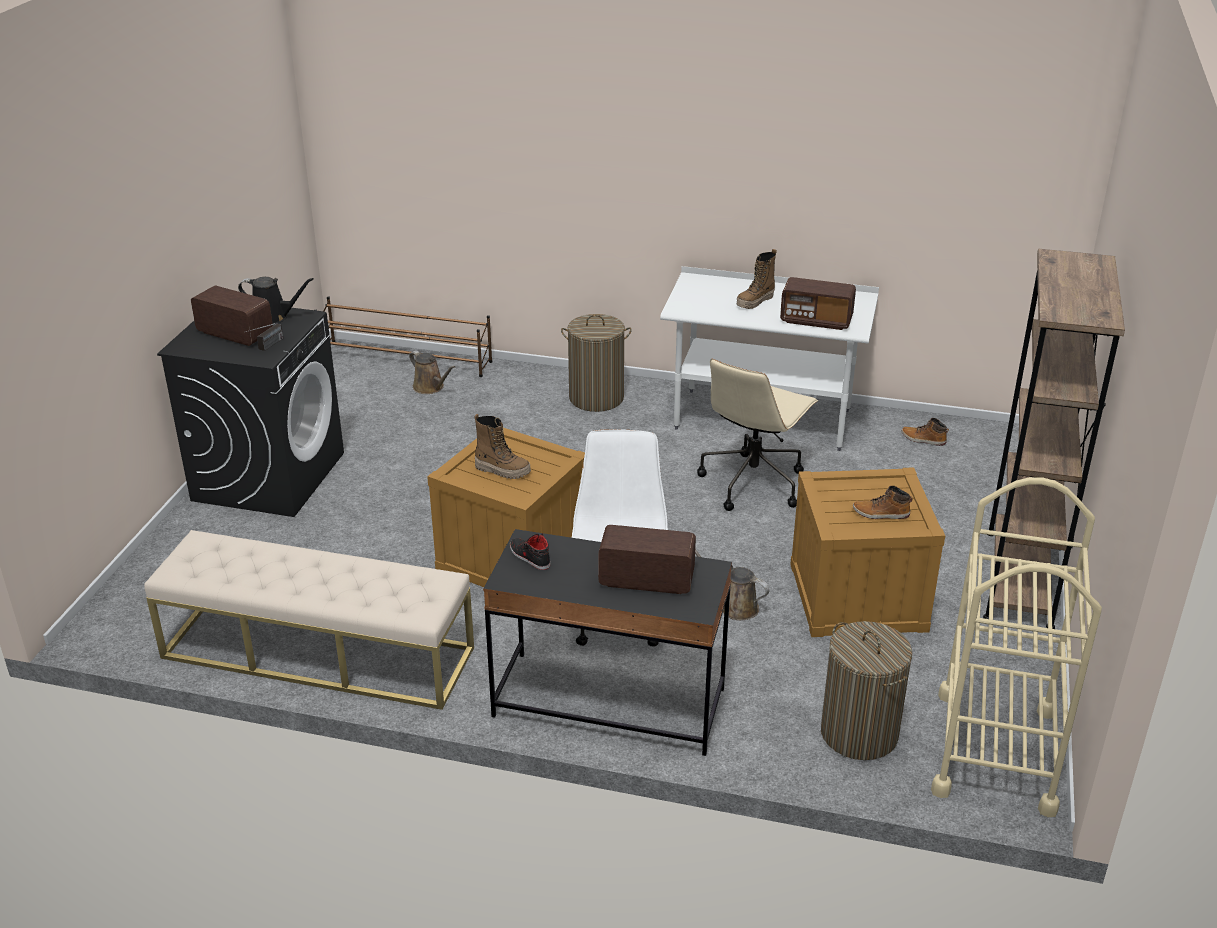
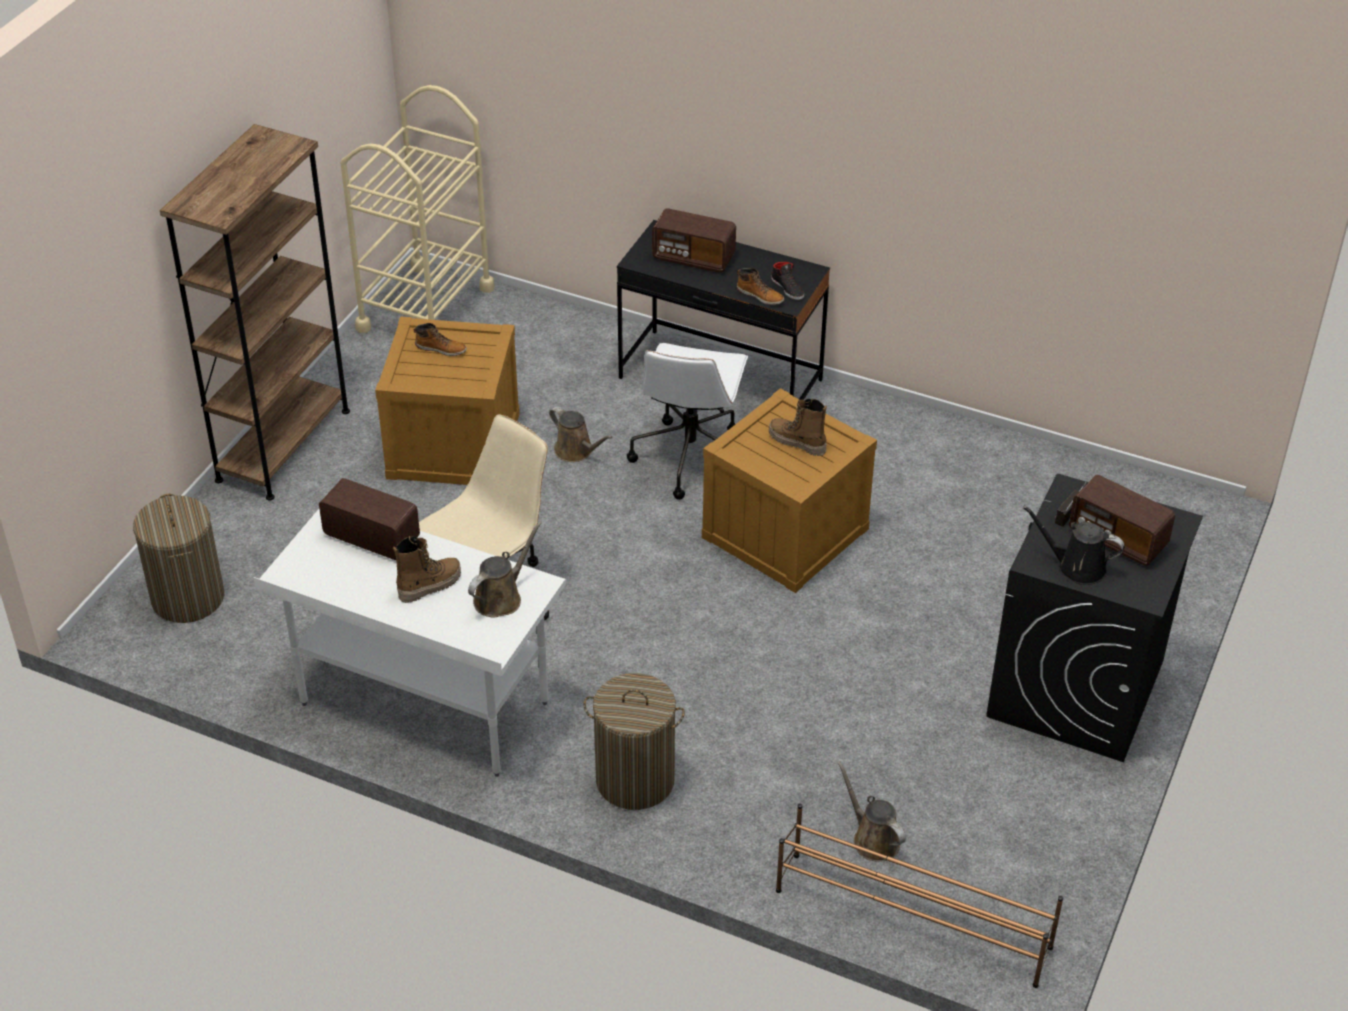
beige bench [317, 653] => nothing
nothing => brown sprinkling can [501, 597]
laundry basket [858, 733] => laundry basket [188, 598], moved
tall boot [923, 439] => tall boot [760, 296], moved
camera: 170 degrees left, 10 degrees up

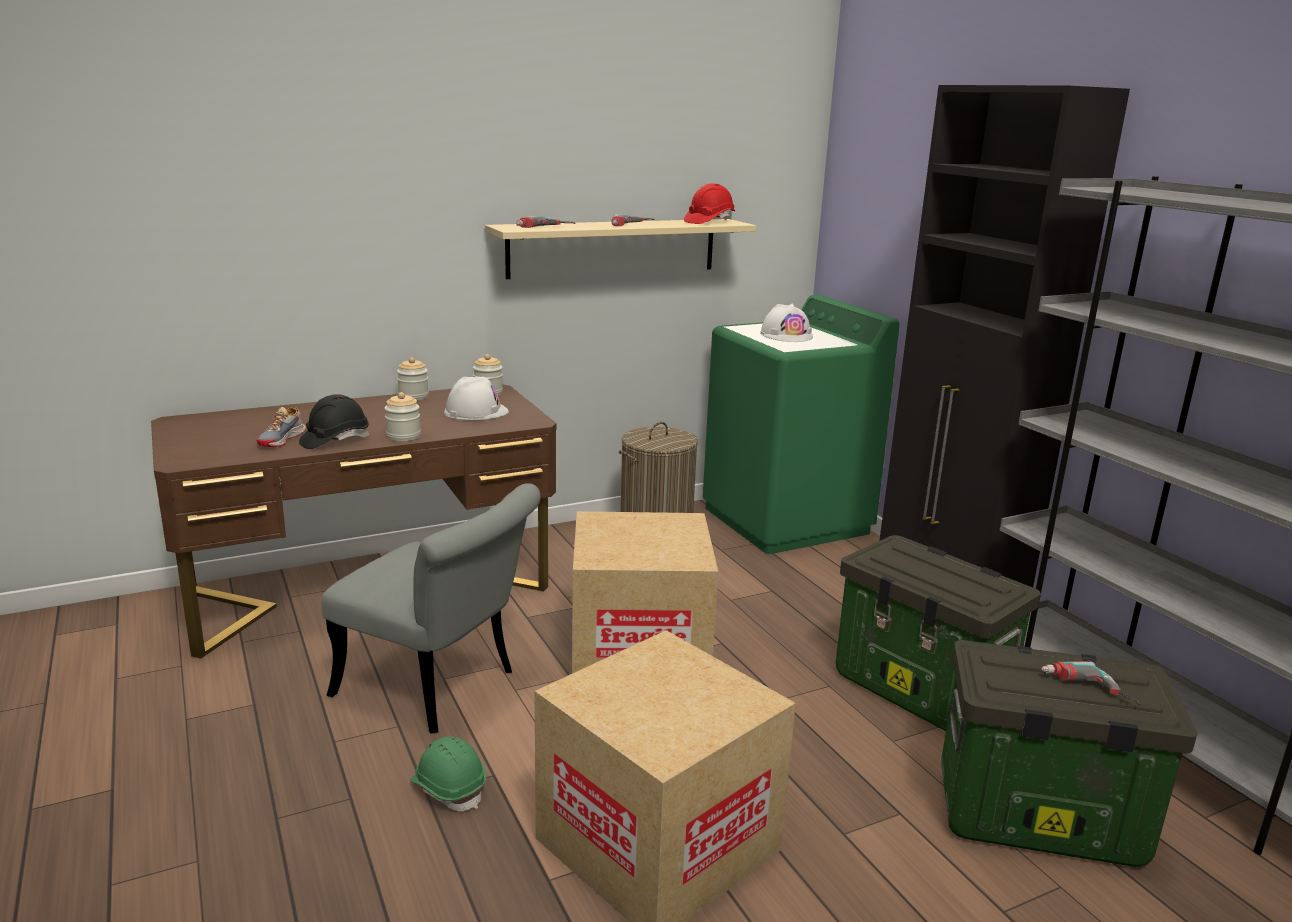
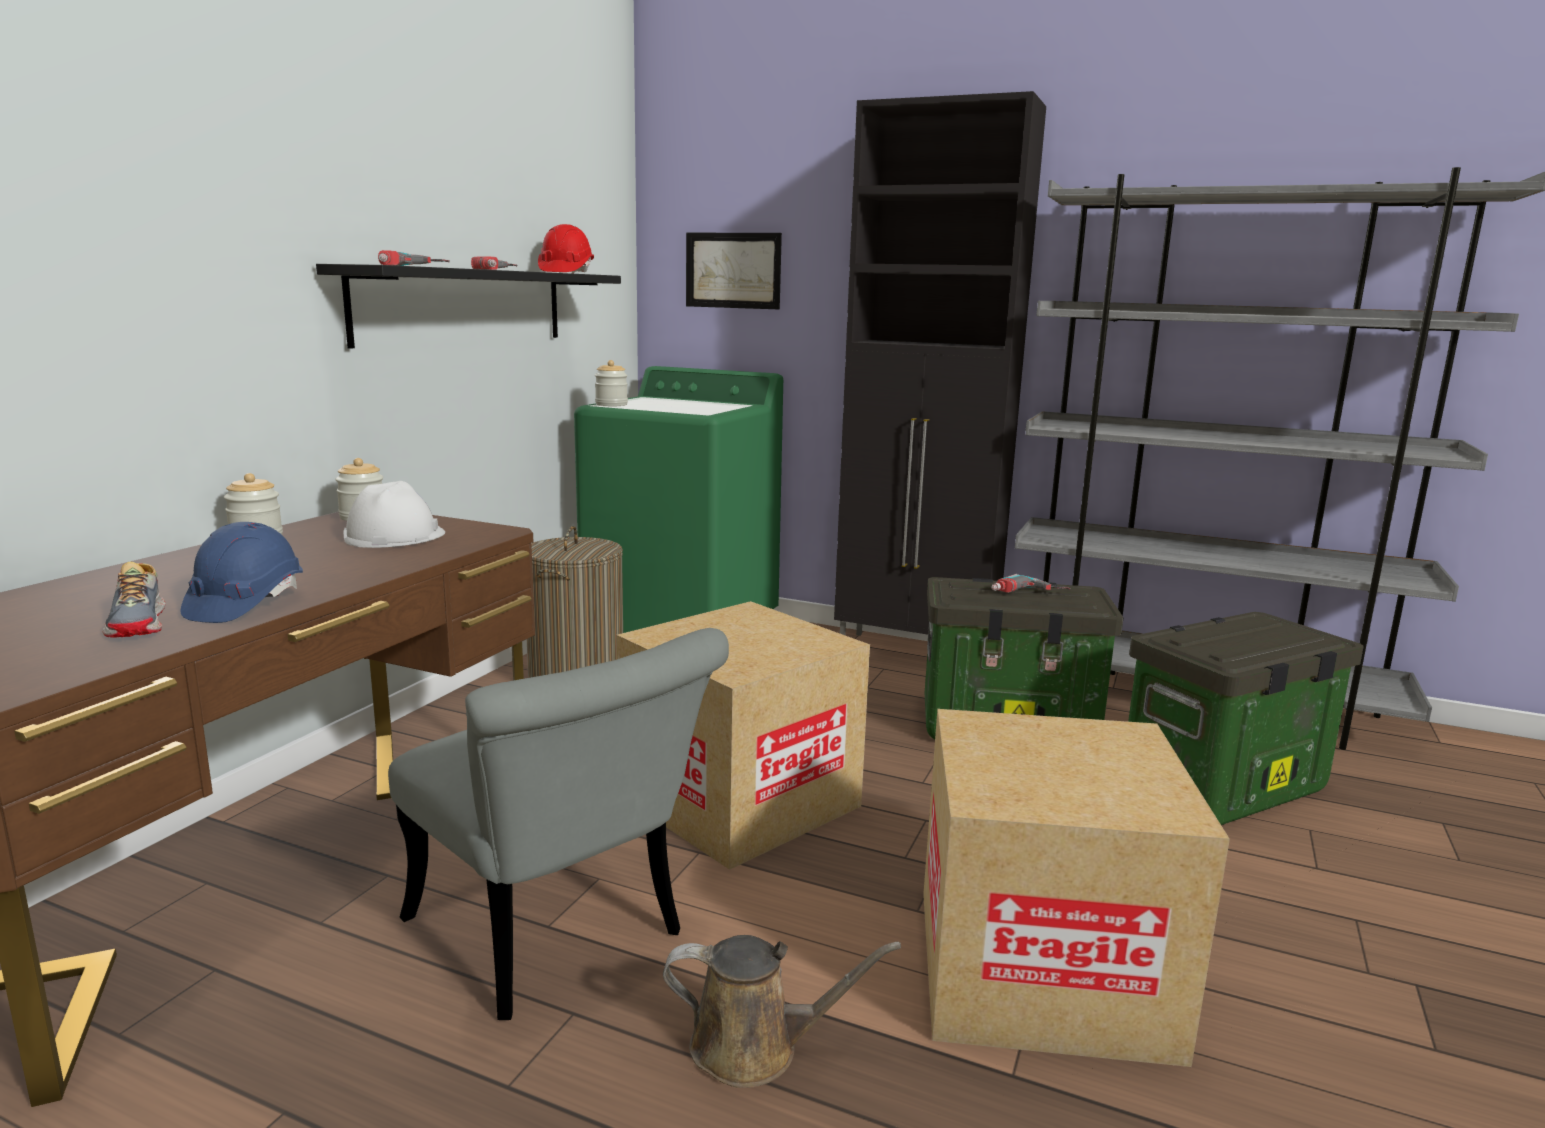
white hard hat [786, 335] => nothing
nothing => picture [733, 270]
jar [403, 436] => jar [611, 404], moved
power drill [1086, 690] => power drill [1028, 593], moved
green hard hat [449, 788] => brown sprinkling can [755, 1048]
blackish hard hat [335, 440] => bluish hard hat [245, 604]
beige bracket shelf [613, 247] => blackish bracket shelf [464, 306]
gray chair [439, 688] => gray chair [560, 939], 60 degrees clockwise
camera: 40 degrees left, 5 degrees down

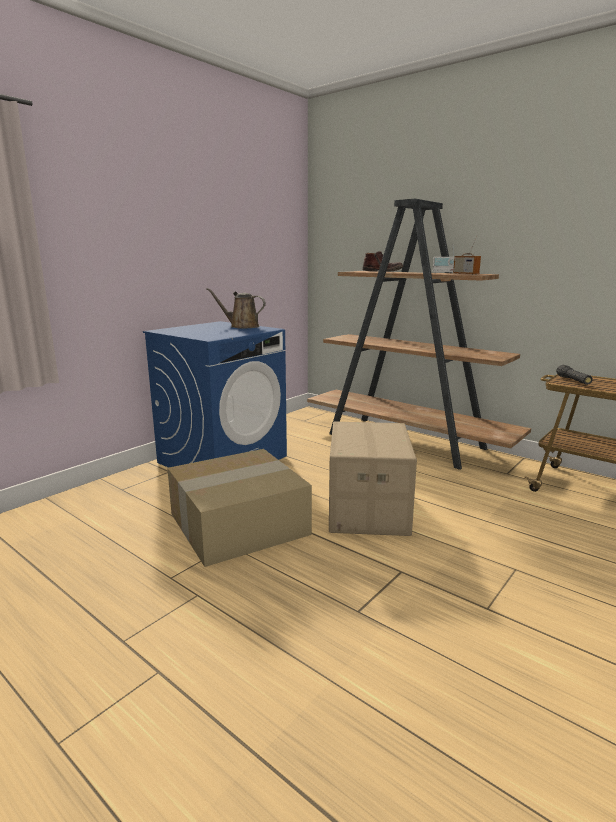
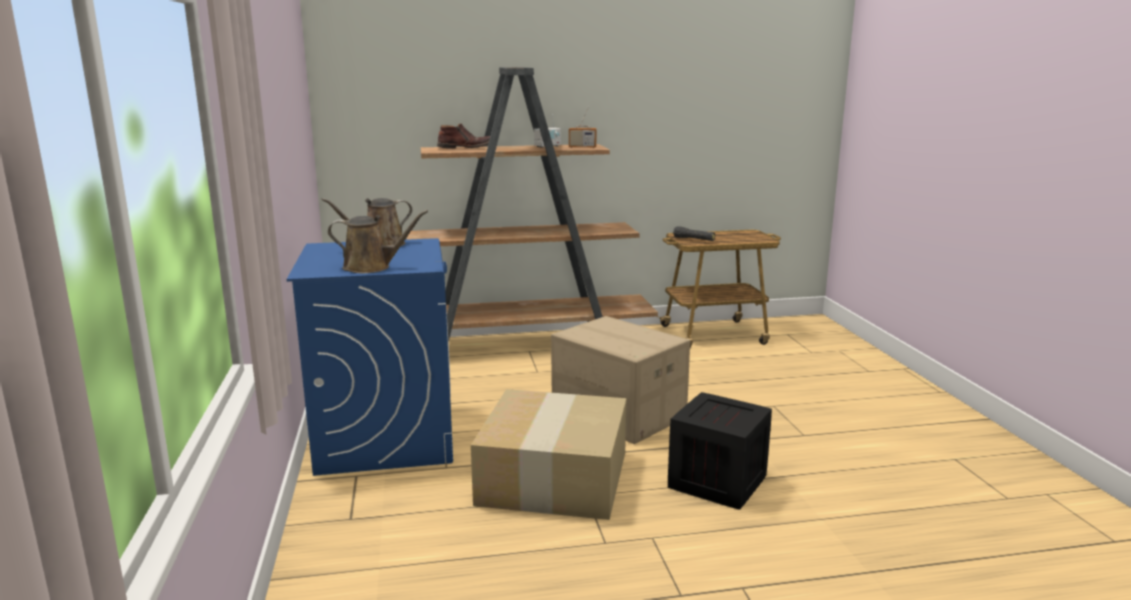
nothing => brown sprinkling can [371, 267]
nothing => shipping crate [716, 481]
camera: 50 degrees left, 0 degrees up

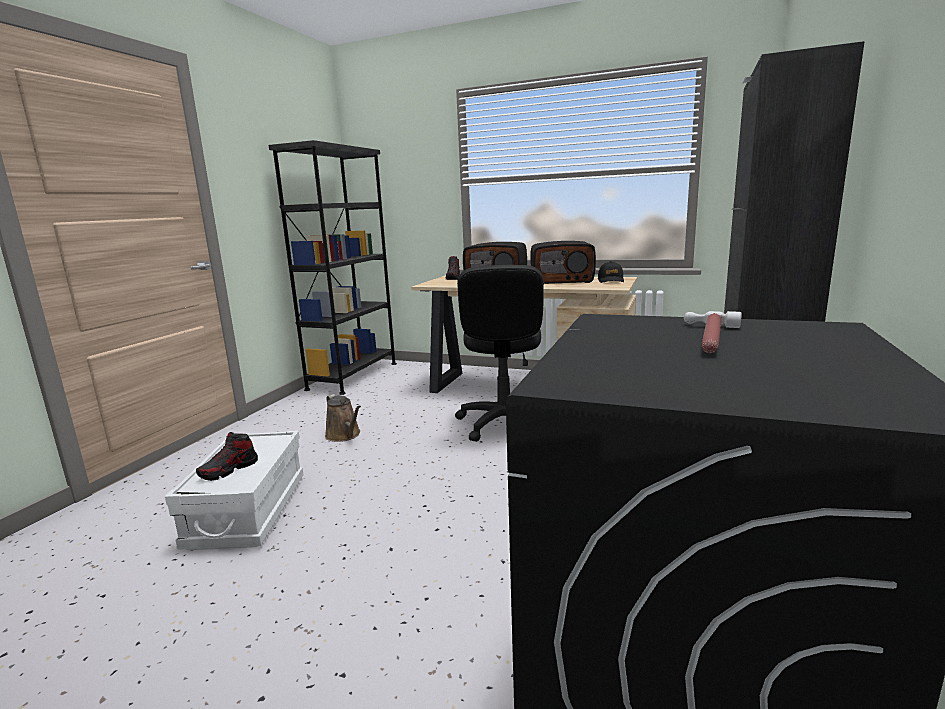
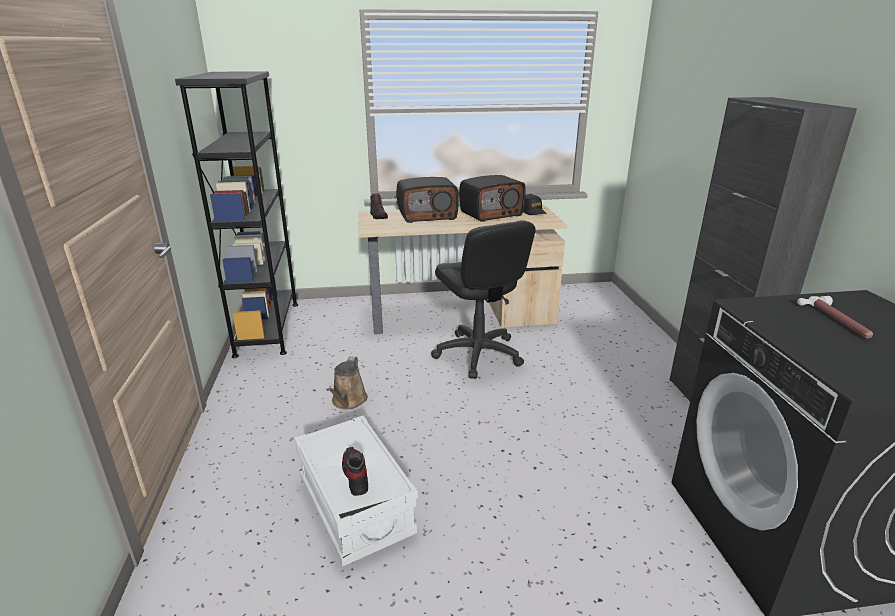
shoe [229, 470] => shoe [355, 476], 150 degrees clockwise
brown sprinkling can [344, 435] => brown sprinkling can [348, 401], 75 degrees clockwise
camera: 30 degrees left, 10 degrees up

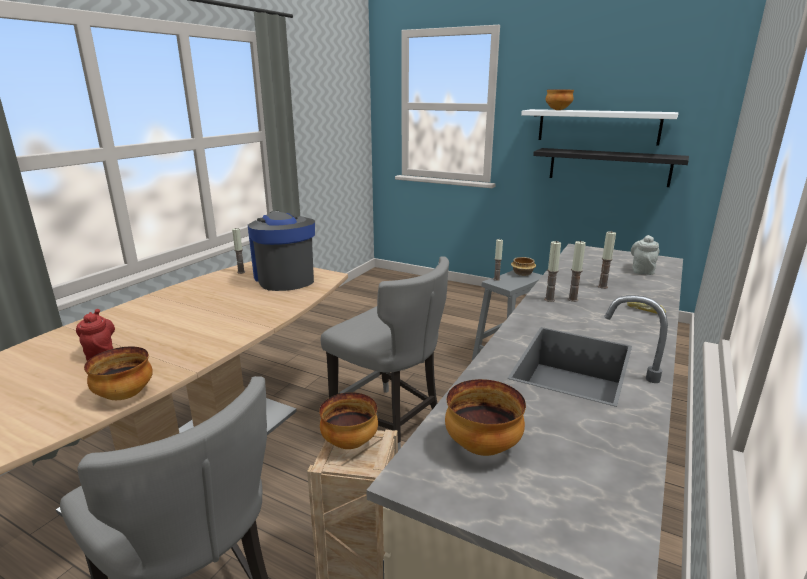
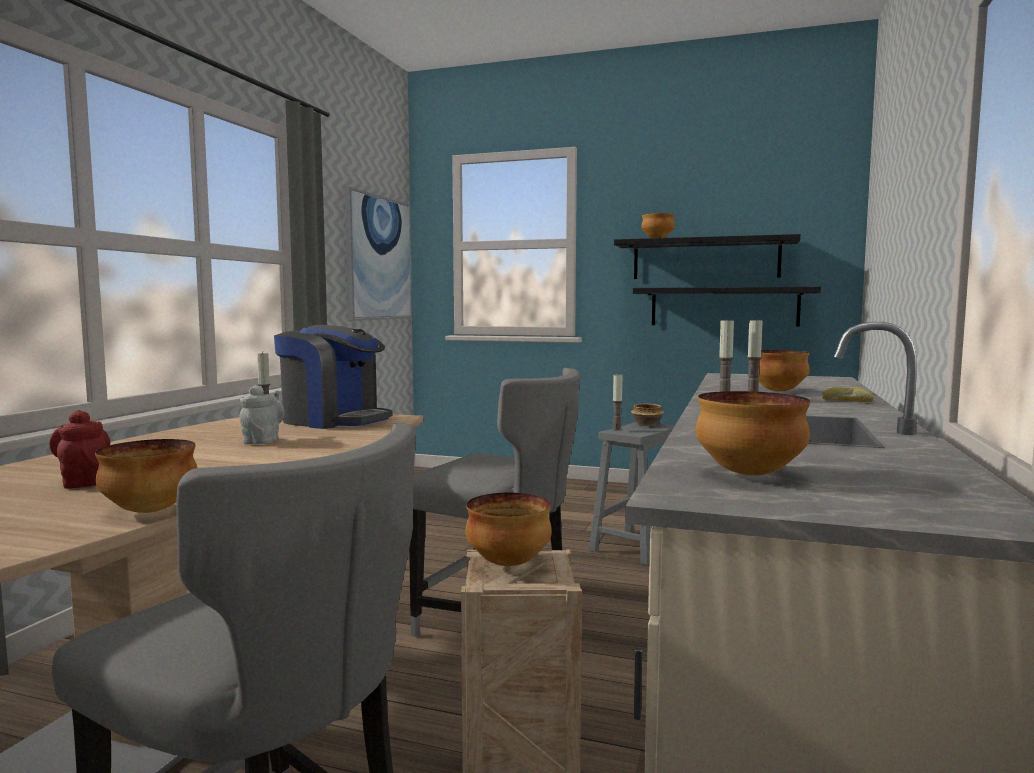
nothing => picture [378, 258]
gray teapot [642, 270] => gray teapot [263, 441], moved
wax candle [602, 286] => serving bowl [779, 391]
white bracket shelf [598, 126] => blackish bracket shelf [705, 259]
coffee maker [284, 278] => coffee maker [334, 420], 150 degrees clockwise
camera: 10 degrees left, 15 degrees down

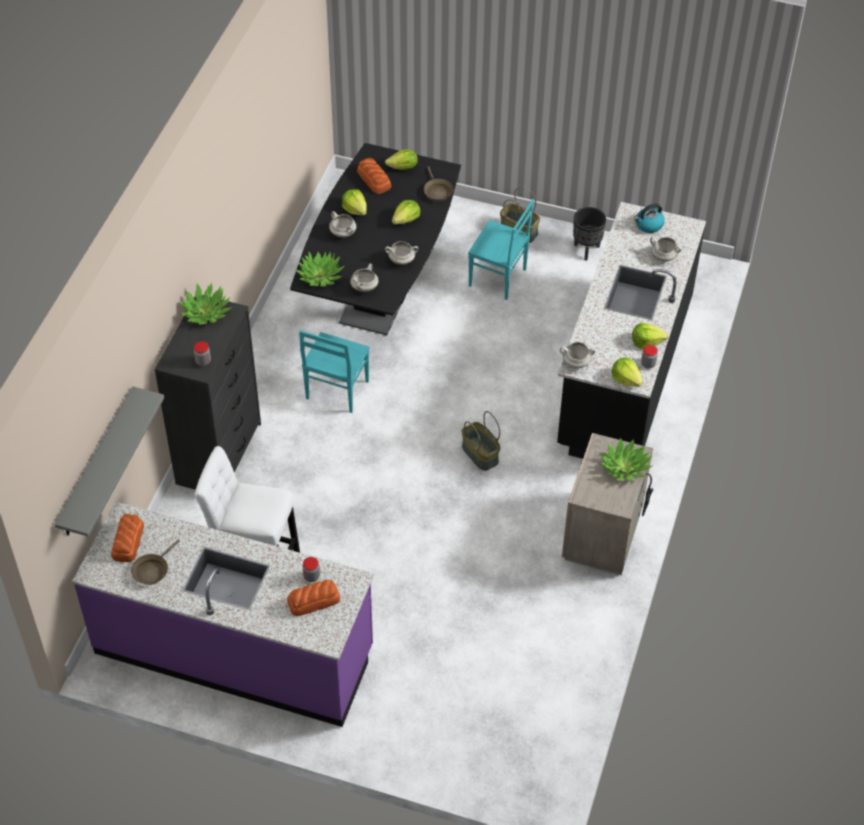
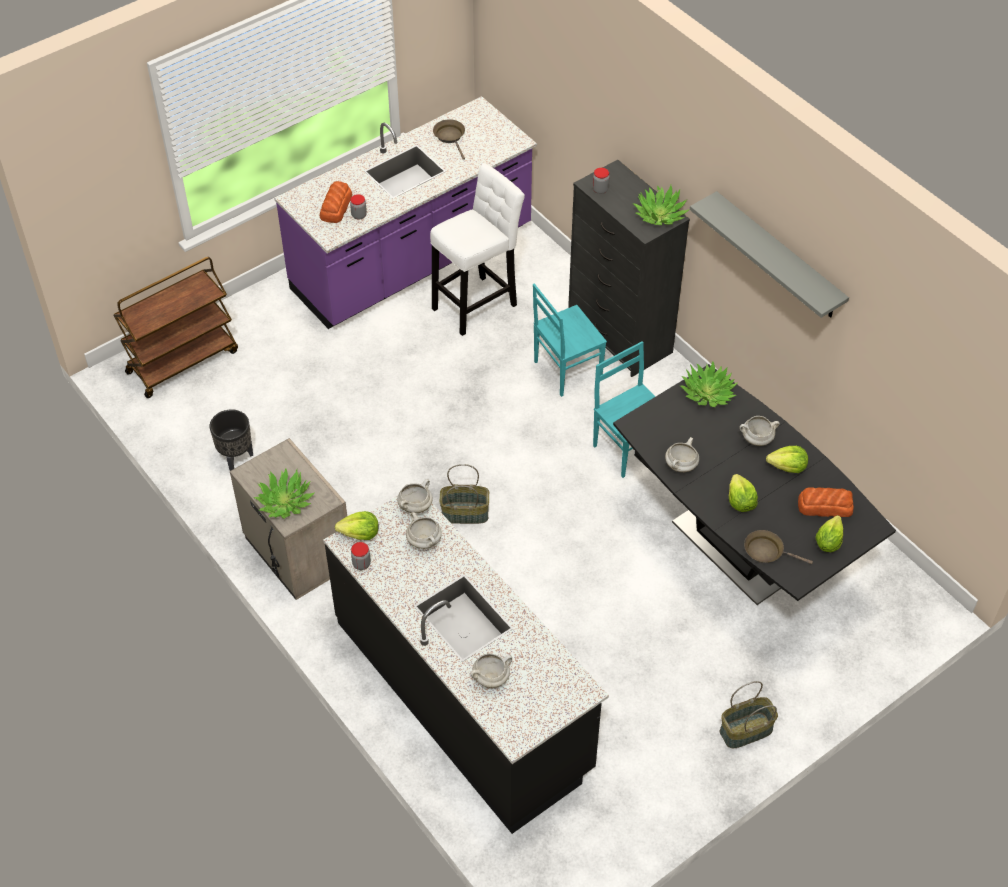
baked bread [127, 542] => nothing
lettuce head [646, 342] => nothing
kettle [648, 225] => nothing
nothing => brown cart [183, 361]
gray bracket shelf [97, 464] => gray bracket shelf [778, 257], moved
white cooking pot [364, 287] => white cooking pot [425, 541], moved
turquoise chair [498, 278] => turquoise chair [566, 370], moved
blackish flower pot [586, 250] => blackish flower pot [236, 459], moved
camera: 125 degrees right, 0 degrees up

